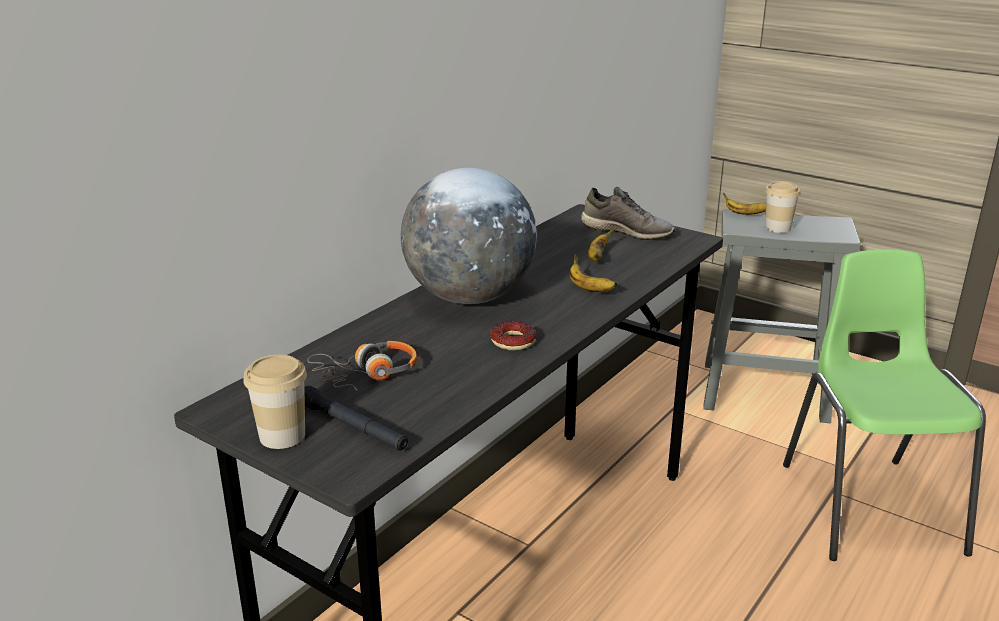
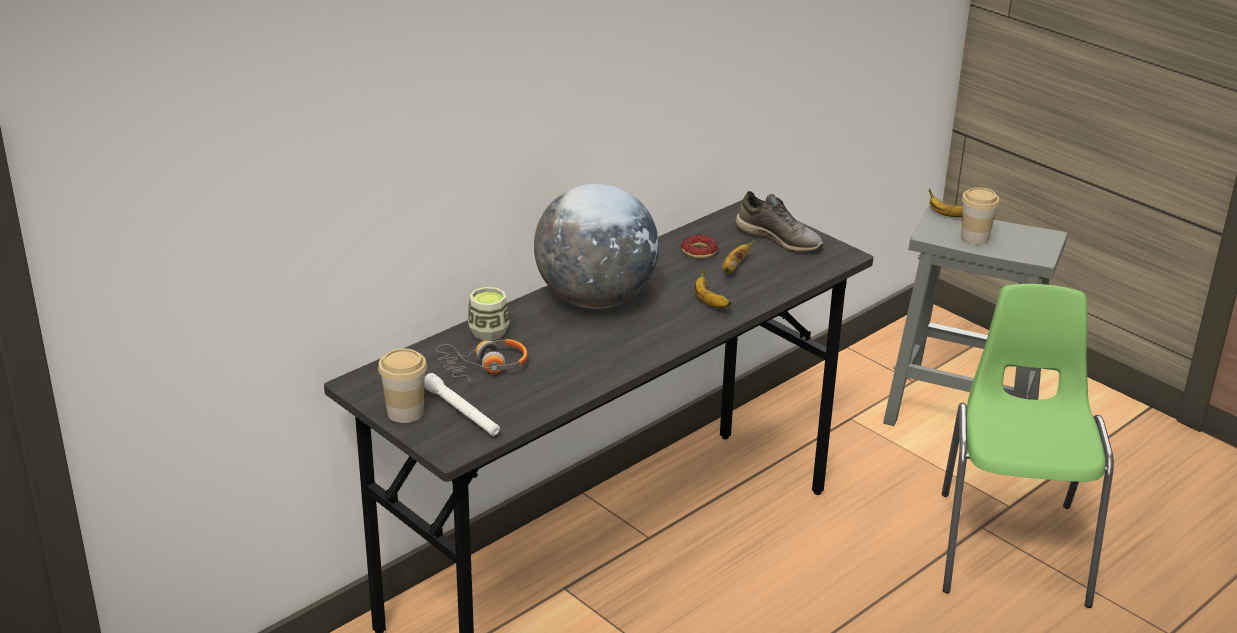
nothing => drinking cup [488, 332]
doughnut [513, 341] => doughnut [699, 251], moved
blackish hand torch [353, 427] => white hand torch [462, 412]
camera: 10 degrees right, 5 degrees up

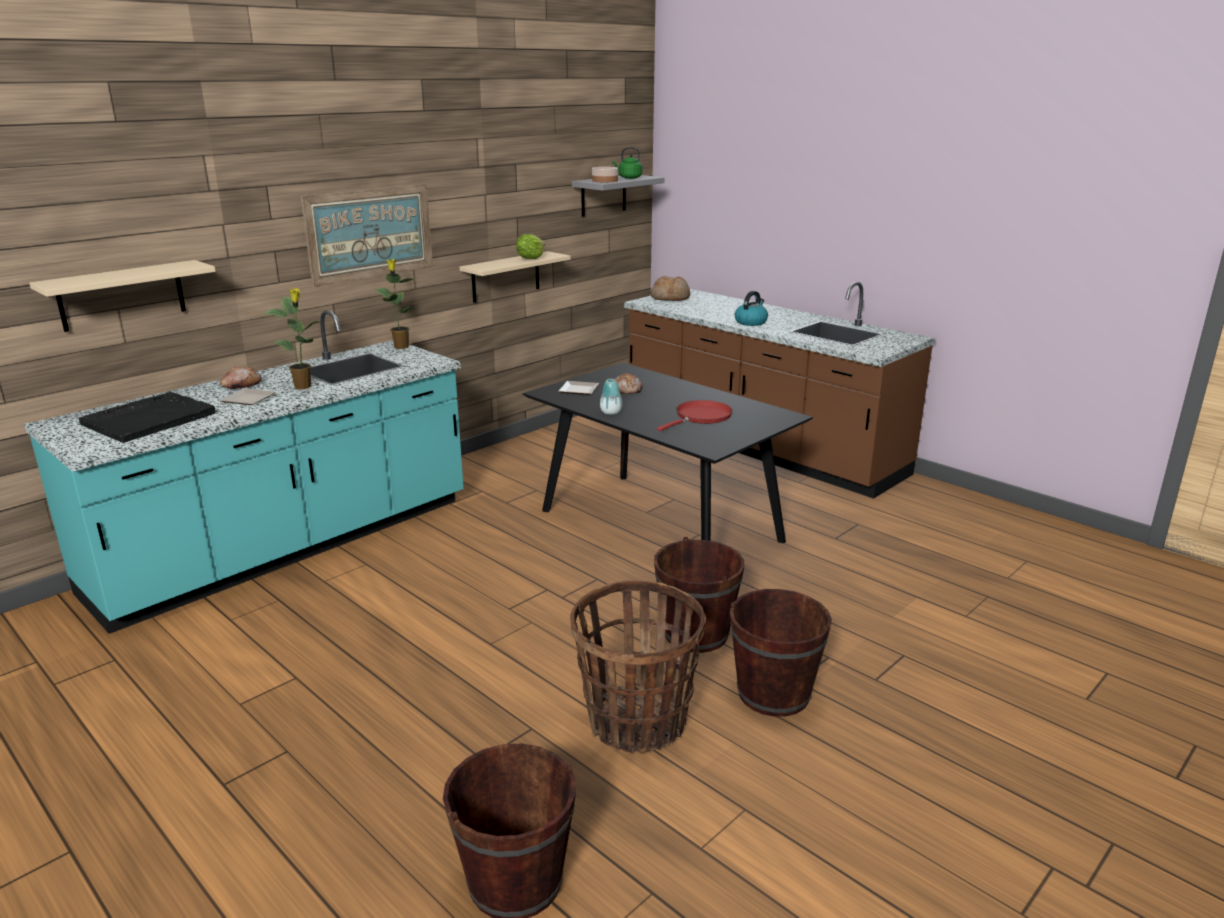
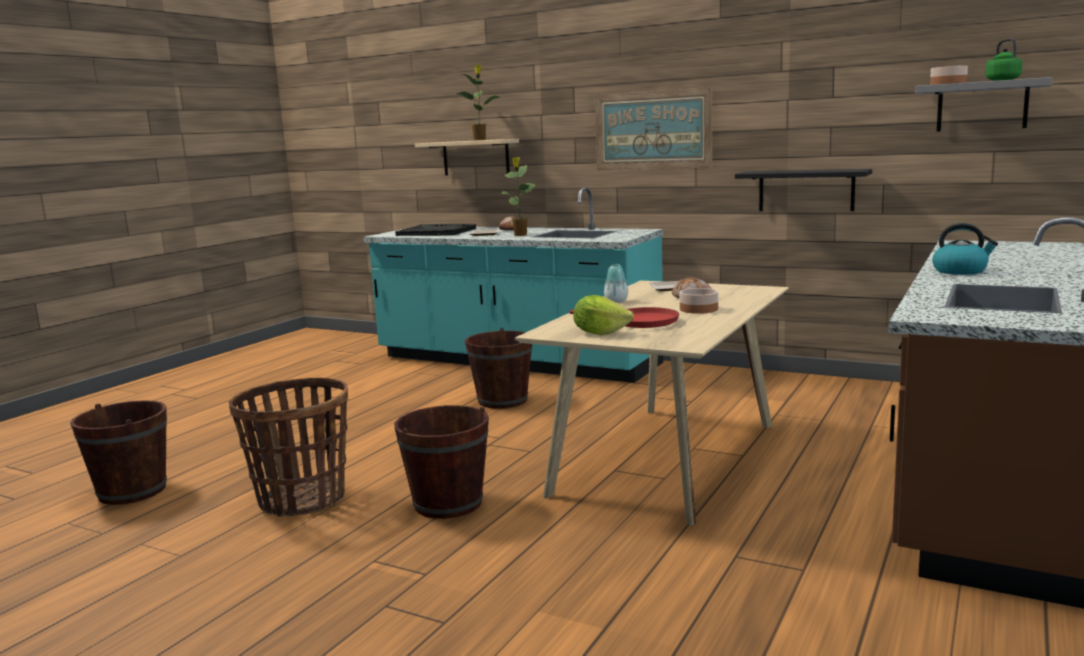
baked bread [670, 298] => nothing
nothing => serving bowl [698, 309]
plant in a pot [401, 346] => plant in a pot [480, 140], moved
lettuce head [530, 258] => lettuce head [600, 333], moved
brown bucket [773, 693] => brown bucket [502, 400], moved
beige bracket shelf [505, 277] => blackish bracket shelf [806, 190]
blackish dinner table [661, 525] => beige dinner table [668, 459]
camera: 75 degrees right, 10 degrees down

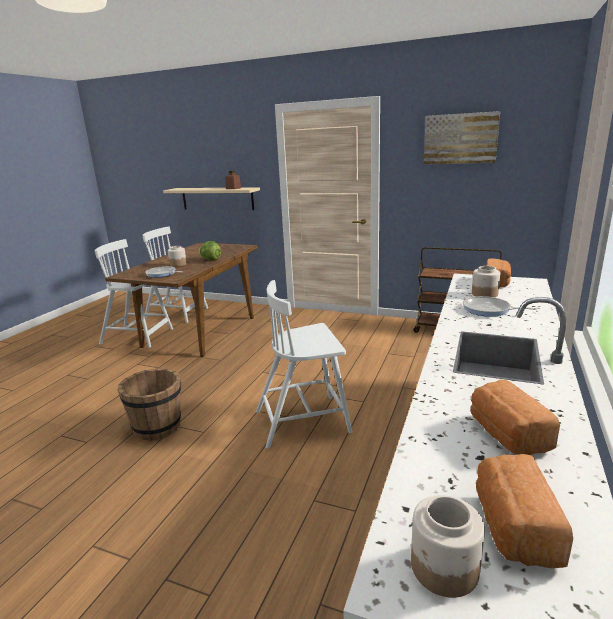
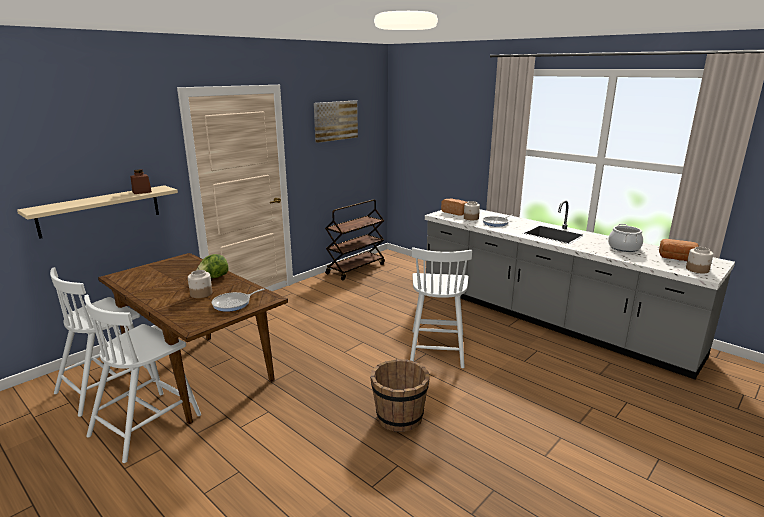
baked bread [506, 434] => cooking pot [624, 248]
camera: 70 degrees left, 0 degrees up

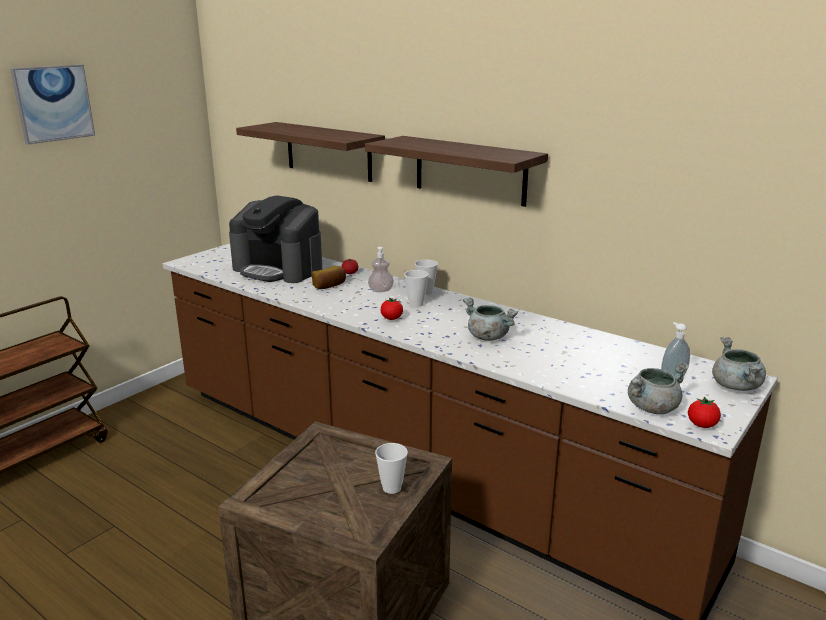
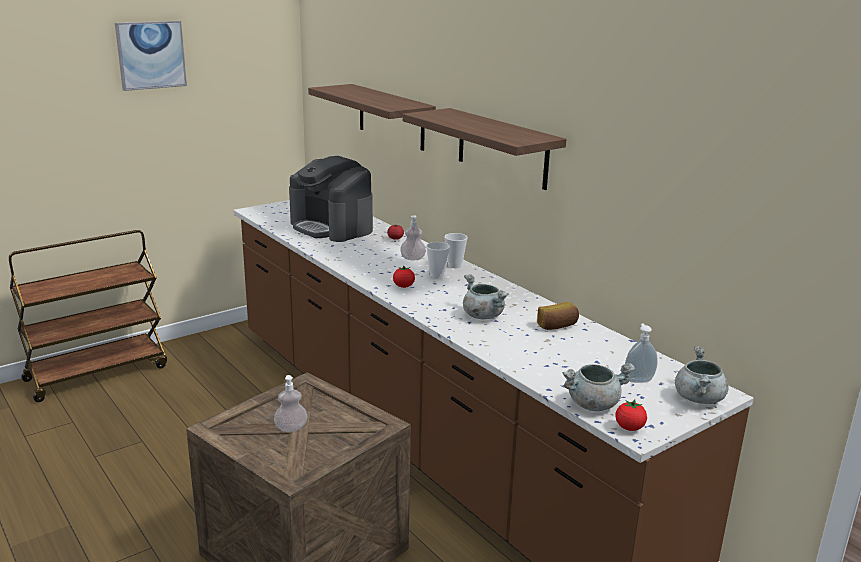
drinking cup [391, 488] => nothing
nothing => soap bottle [291, 428]
baked bread [329, 286] => baked bread [557, 326], moved
camera: 15 degrees right, 0 degrees up

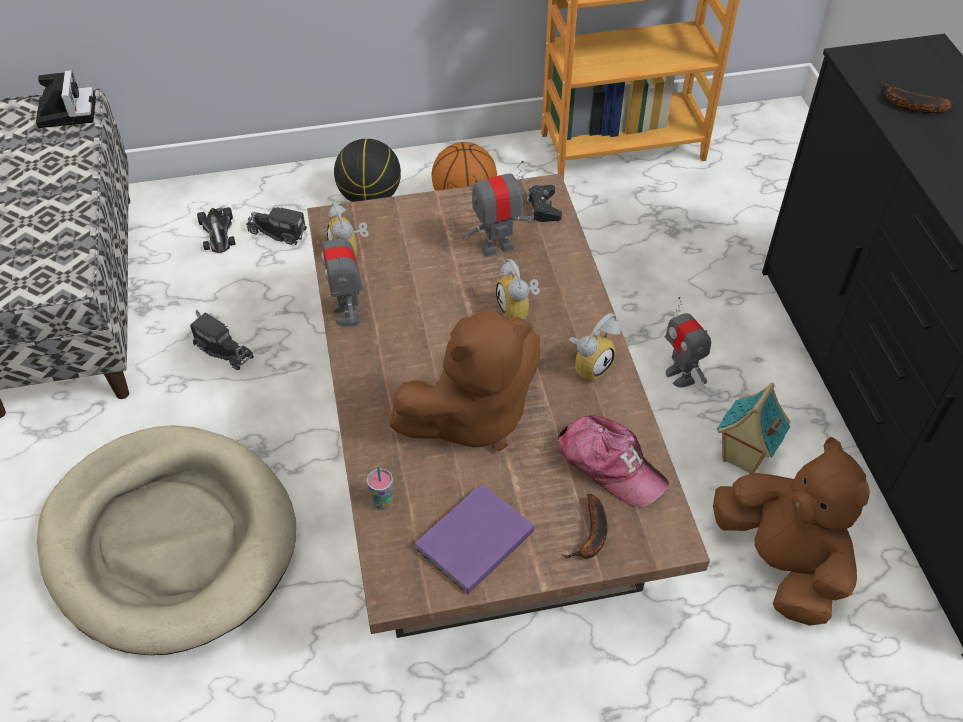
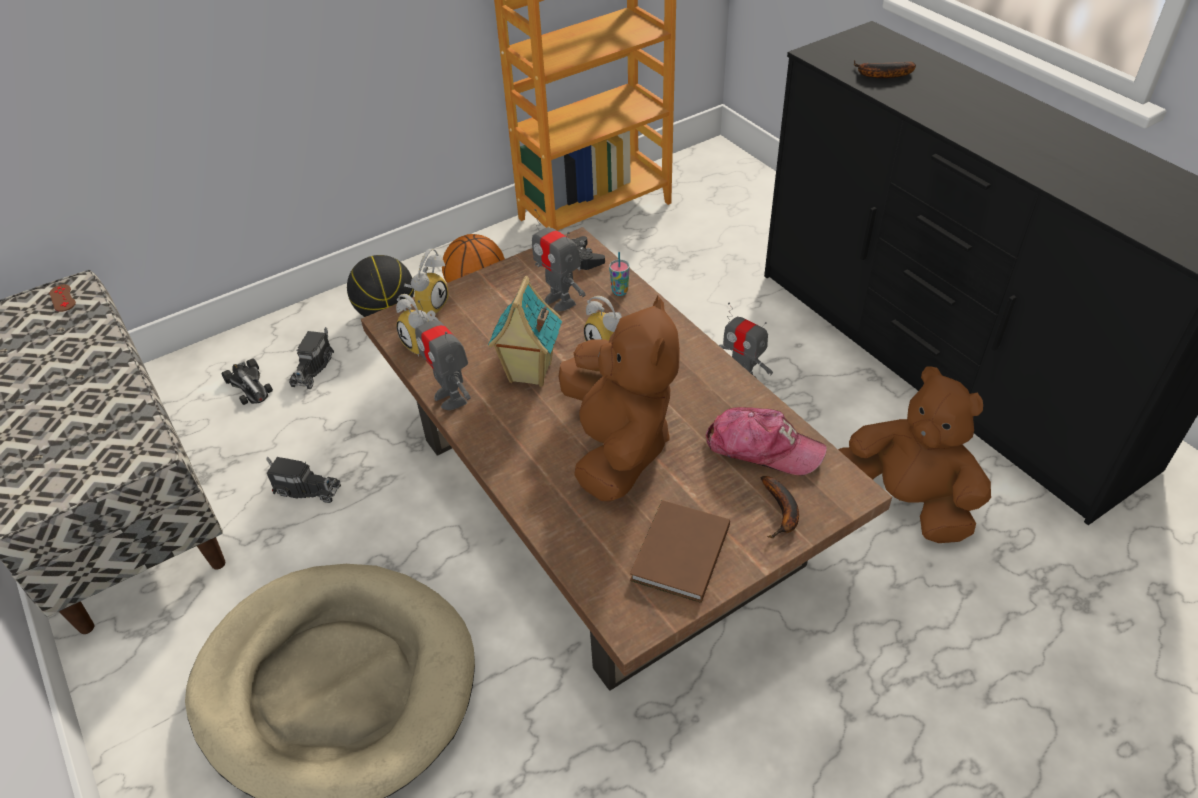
drinking cup [382, 502] => drinking cup [619, 291], moved
table clock [590, 364] => table clock [429, 305], moved
toy house [742, 458] => toy house [529, 373], moved
still camera [66, 111] => brown joypad [62, 298]
purplish book [471, 541] => brown book [678, 555]
model truck [280, 233] => model truck [313, 368], 75 degrees counterclockwise
brown plush toy [472, 416] => brown plush toy [617, 447], 45 degrees counterclockwise
model robot [497, 247] => model robot [560, 301], 90 degrees counterclockwise
camera: 20 degrees left, 5 degrees down

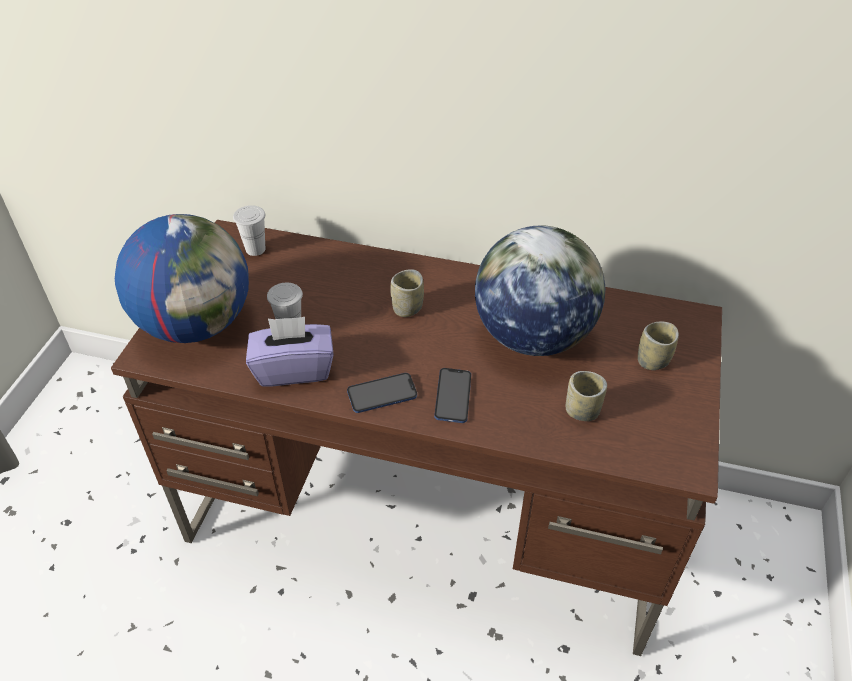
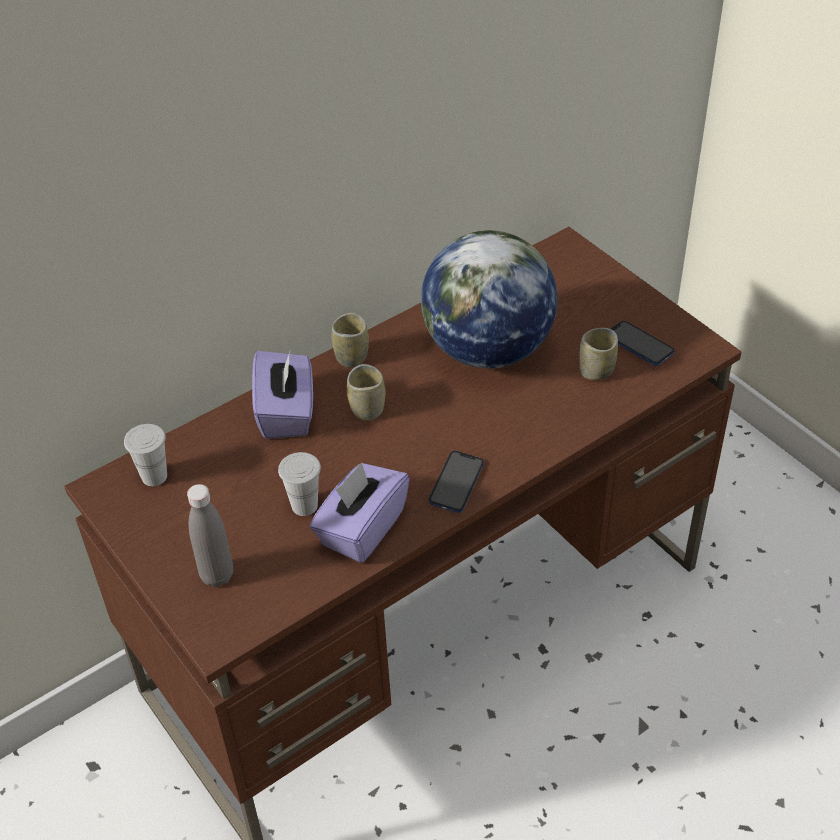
nothing => purplish tissue box [287, 413]
telephone [453, 396] => telephone [639, 345], moved
drinking cup [652, 360] => drinking cup [351, 357], moved
globe [196, 323] => gray beverage bottle [217, 575]
camera: 50 degrees left, 0 degrees up

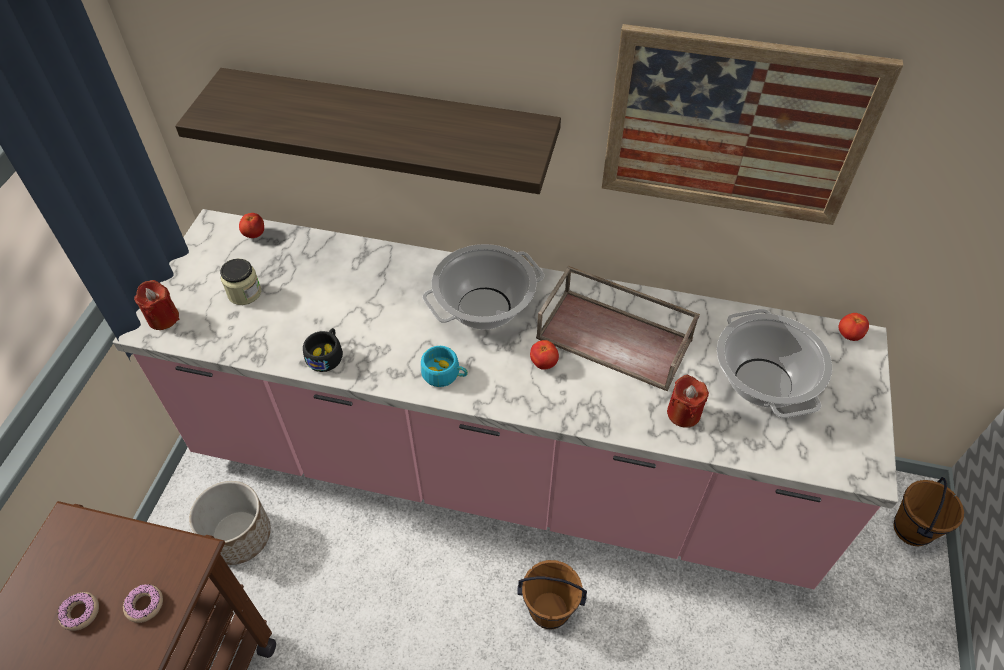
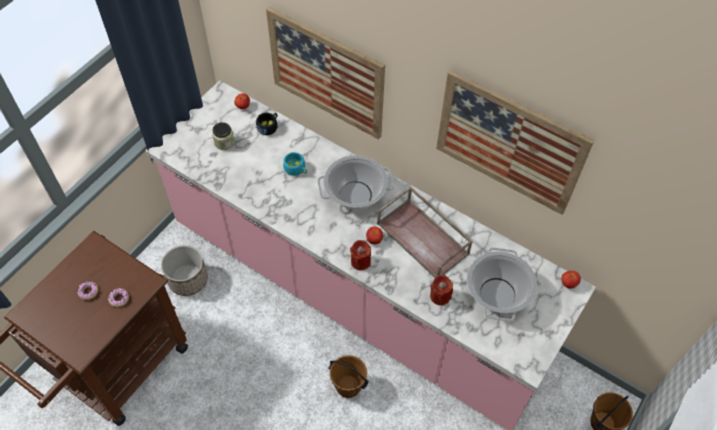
reddish wax candle [163, 318] => reddish wax candle [360, 261], moved
blackish drinking cup [326, 355] => blackish drinking cup [269, 126], moved
turquoise drinking cup [445, 374] => turquoise drinking cup [296, 169], moved
bracket shelf [389, 124] => picture [326, 73]
camera: 20 degrees right, 5 degrees up

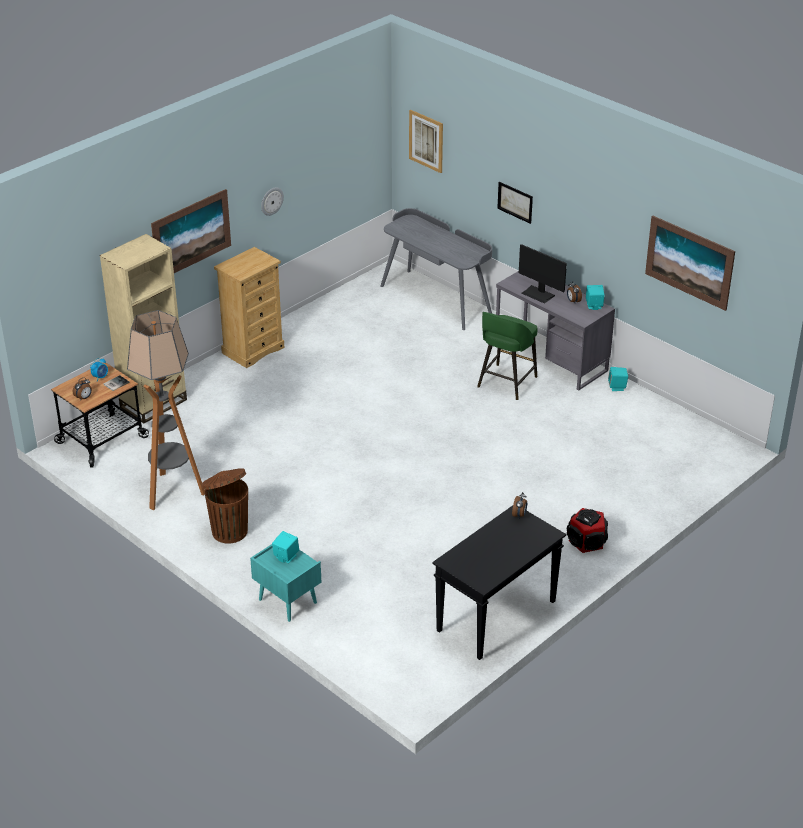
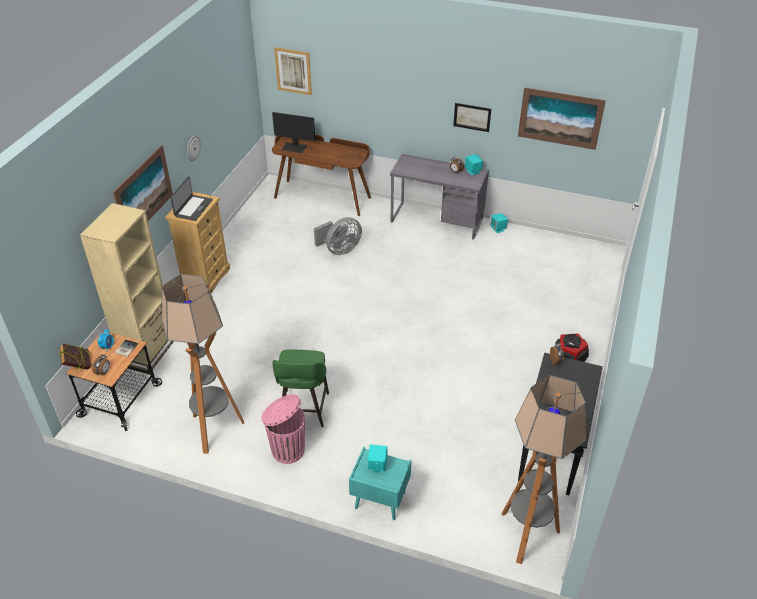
nothing => book [78, 366]
nothing => portable computer [193, 208]
nothing => gray fan [340, 250]
nothing => floor lamp [526, 535]
green stool [506, 383] => green stool [303, 410], moved
picture [515, 202] => picture [472, 117], moved
computer display [538, 294] => computer display [294, 147], moved
brown waste bin [229, 531] => pink waste bin [287, 450]
gray desk table [436, 299] => brown desk table [322, 197]
camera: 25 degrees left, 5 degrees up

